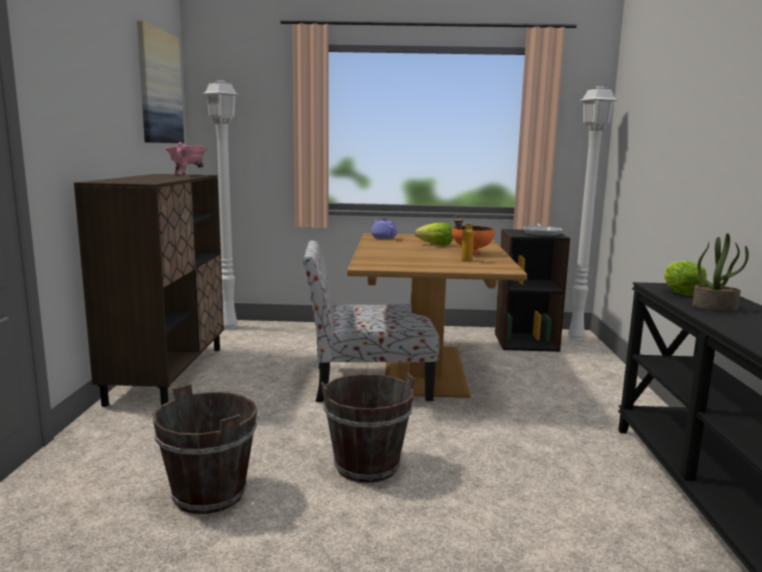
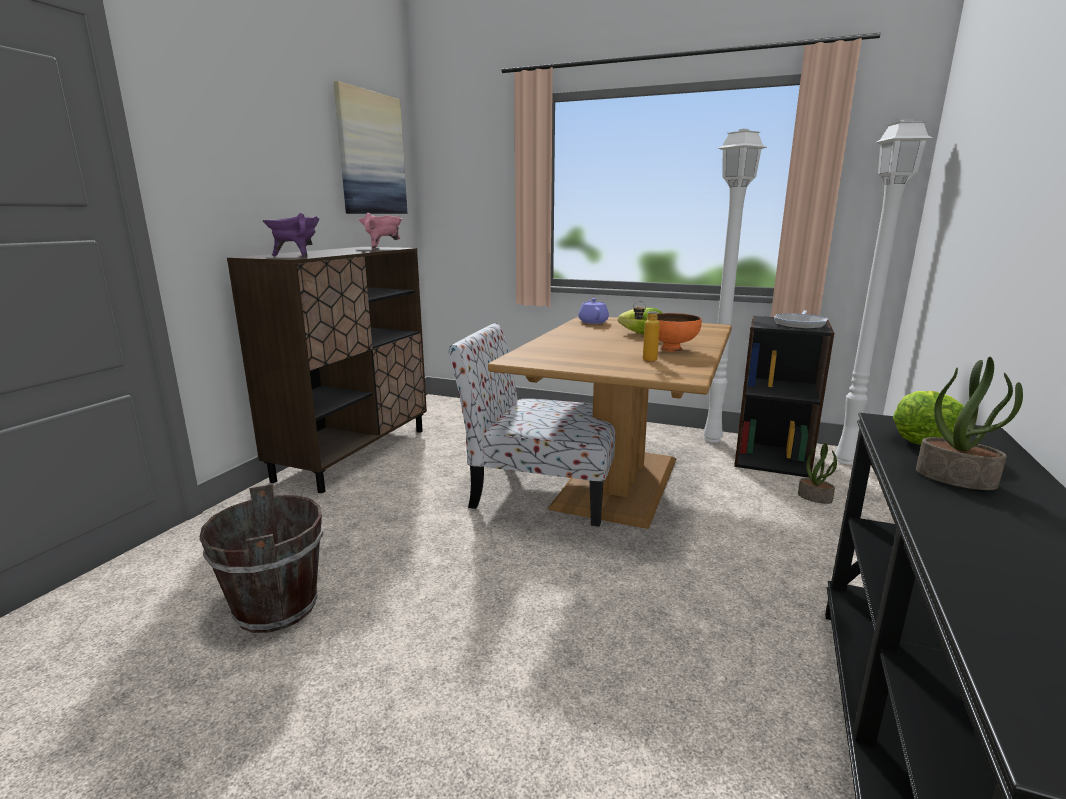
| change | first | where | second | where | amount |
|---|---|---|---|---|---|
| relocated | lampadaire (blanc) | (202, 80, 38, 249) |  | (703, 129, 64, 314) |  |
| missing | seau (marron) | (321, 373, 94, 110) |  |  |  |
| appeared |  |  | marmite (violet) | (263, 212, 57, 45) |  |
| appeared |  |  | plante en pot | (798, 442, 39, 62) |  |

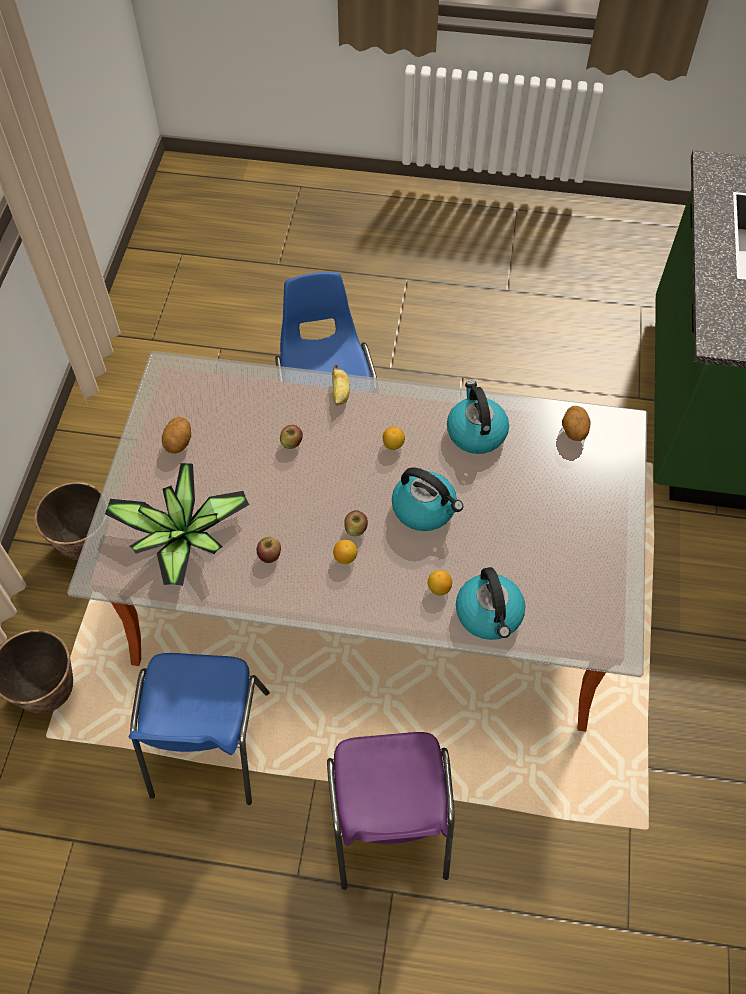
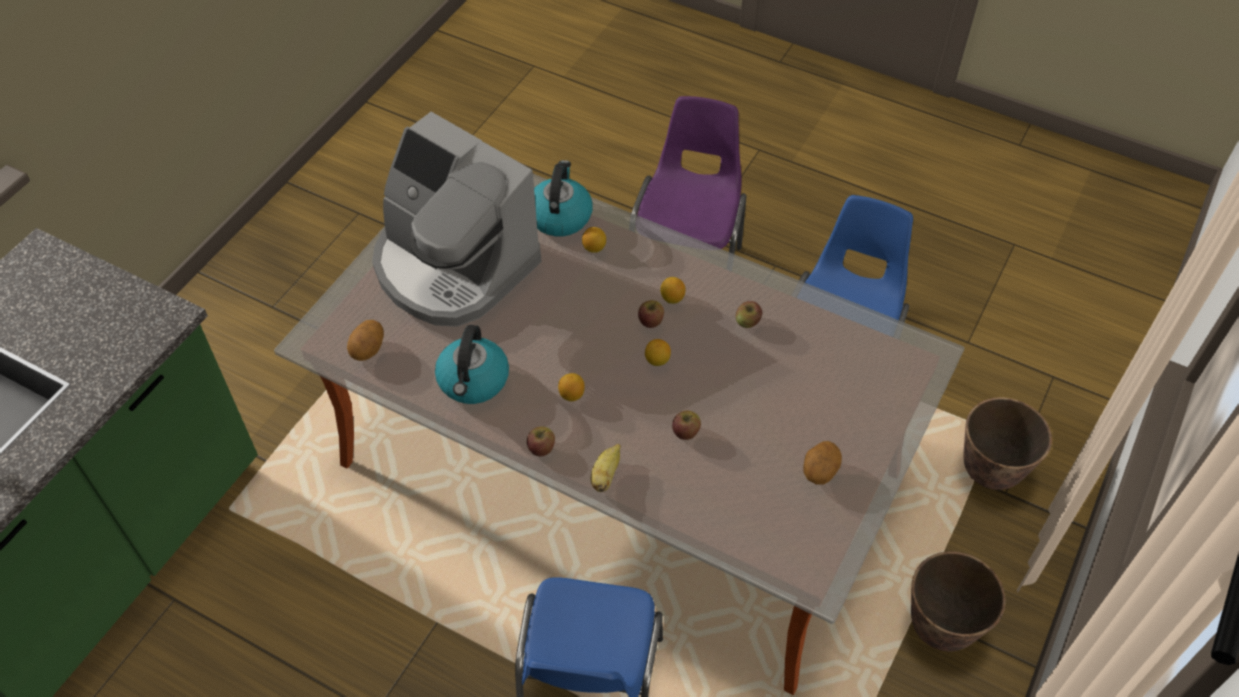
| change | first | where | second | where | amount |
|---|---|---|---|---|---|
| missing | plante en pot | (105, 463, 144, 123) |  |  |  |
| missing | bouilloire | (392, 467, 71, 64) |  |  |  |
| appeared |  |  | machine à café | (372, 112, 170, 215) |  |
| appeared |  |  | citron | (645, 339, 26, 27) |  |
| appeared |  |  | pomme | (527, 426, 28, 30) |  |

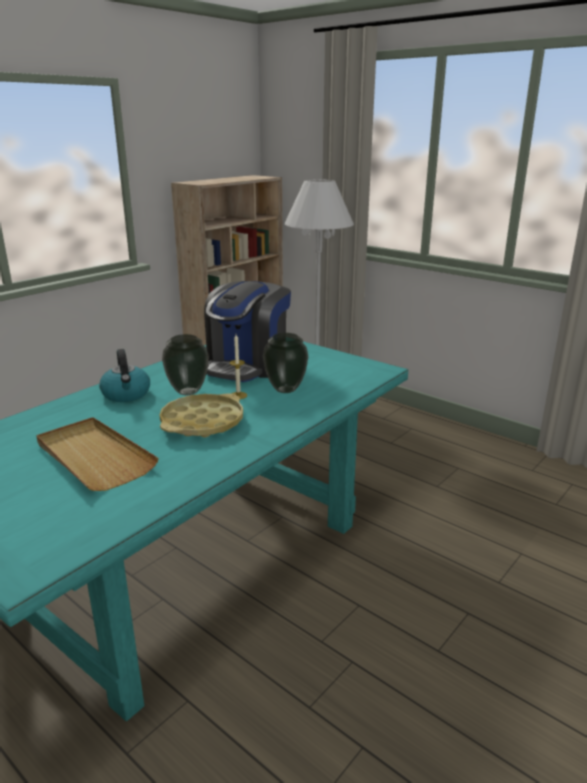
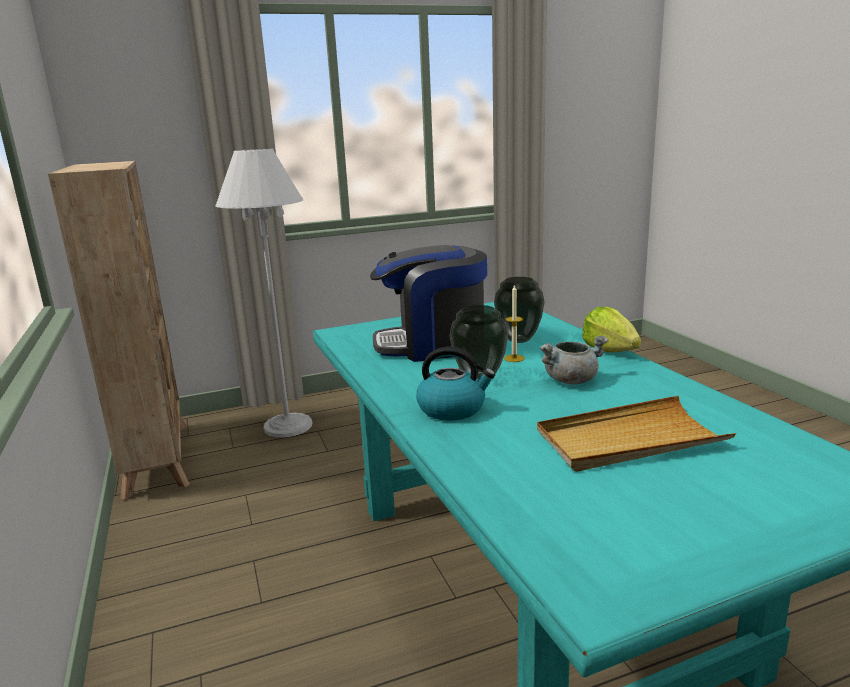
| change | first | where | second | where | amount |
|---|---|---|---|---|---|
| spun | machine à café | (204, 281, 87, 101) |  | (370, 245, 117, 117) | 120 degrees clockwise |
| exchanged | plateau (jaune) | (159, 393, 84, 44) | marmite (gris) | (540, 336, 68, 49) |  |
| appeared |  |  | laitue | (582, 307, 59, 45) |  |

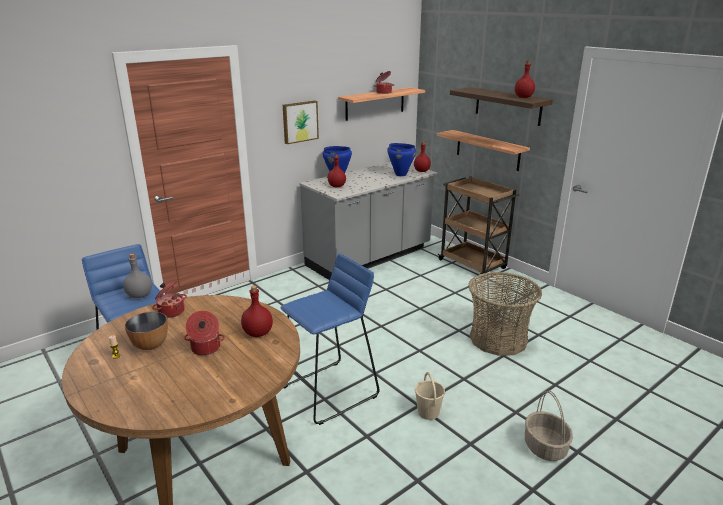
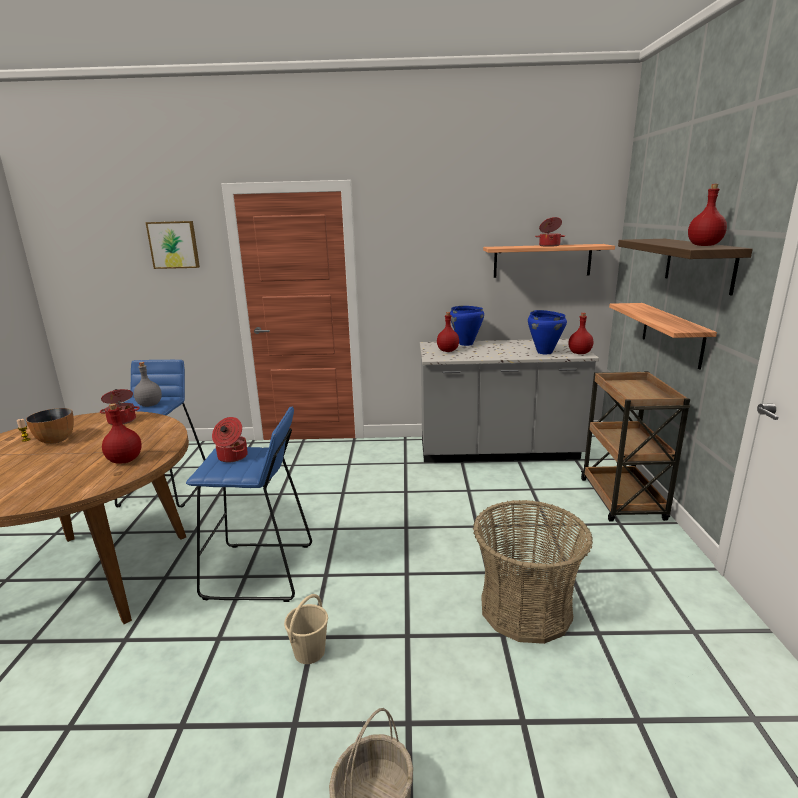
| change | first | where | second | where | amount |
|---|---|---|---|---|---|
| relocated | tableau | (283, 101, 36, 43) |  | (146, 221, 54, 48) |  |
| relocated | marmite | (184, 311, 41, 44) |  | (212, 417, 36, 45) |  |

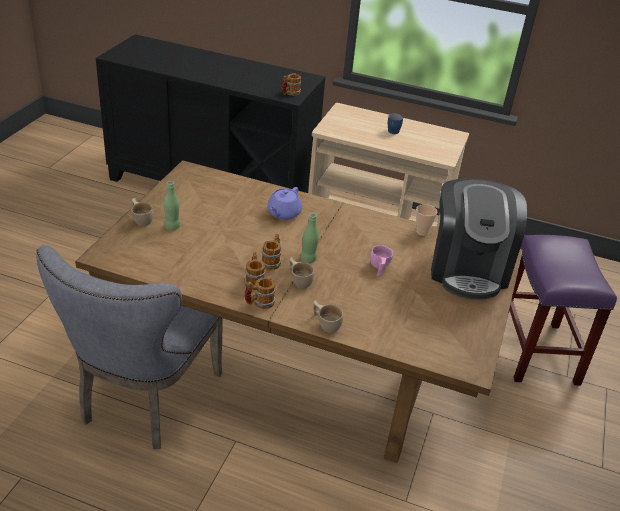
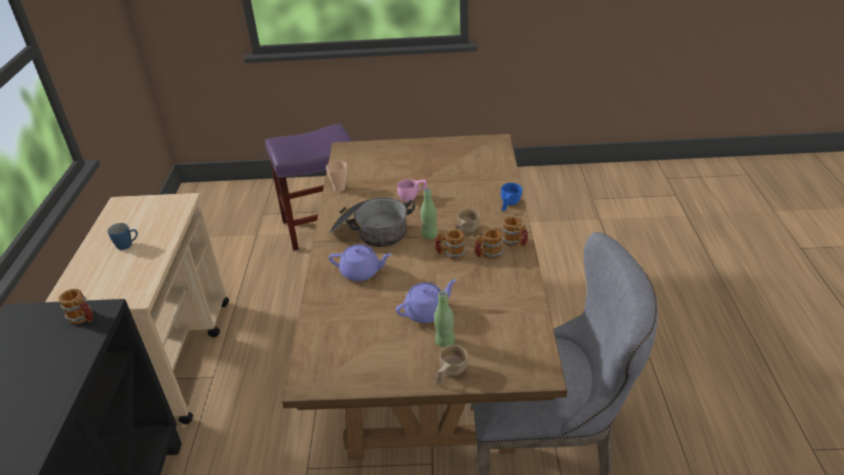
| change | first | where | second | where | amount |
|---|---|---|---|---|---|
| missing | machine à café | (431, 178, 96, 122) |  |  |  |
| colour | tasse (beige) | (313, 300, 30, 33) | tasse (bleu) | (501, 183, 21, 28) |  |
| appeared |  |  | marmite | (329, 198, 86, 49) |  |
| appeared |  |  | théière (violet) | (396, 279, 61, 44) |  |

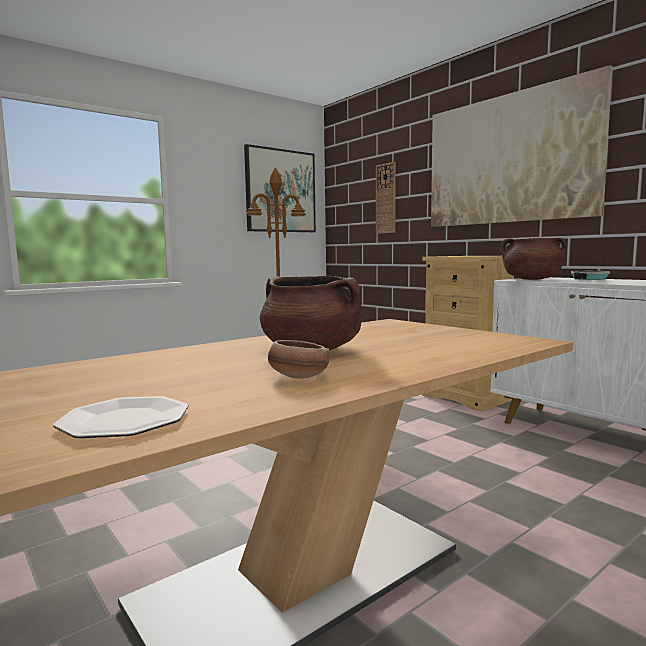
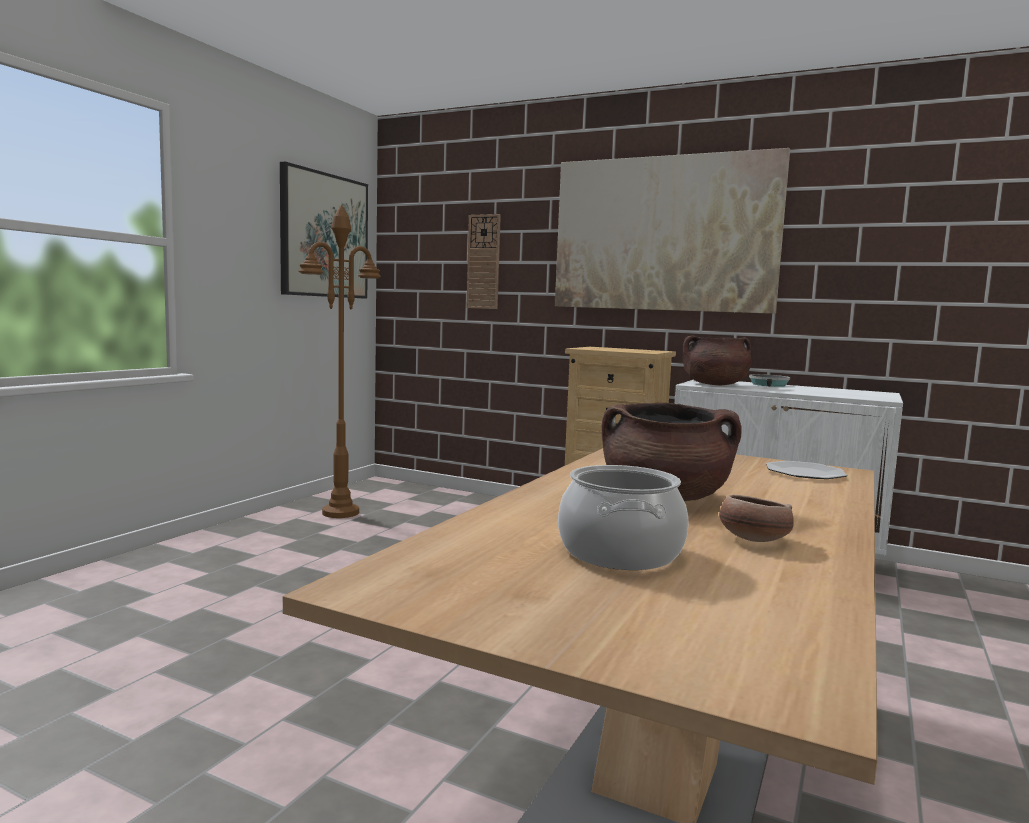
| change | first | where | second | where | amount |
|---|---|---|---|---|---|
| relocated | assiette | (53, 396, 136, 42) |  | (766, 461, 81, 18) |  |
| appeared |  |  | marmite | (558, 465, 130, 105) |  |

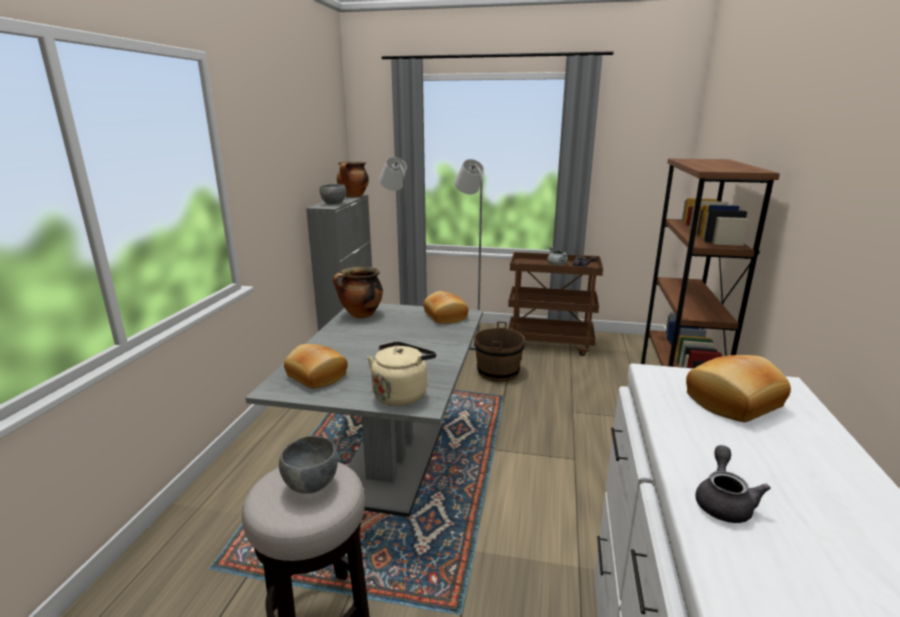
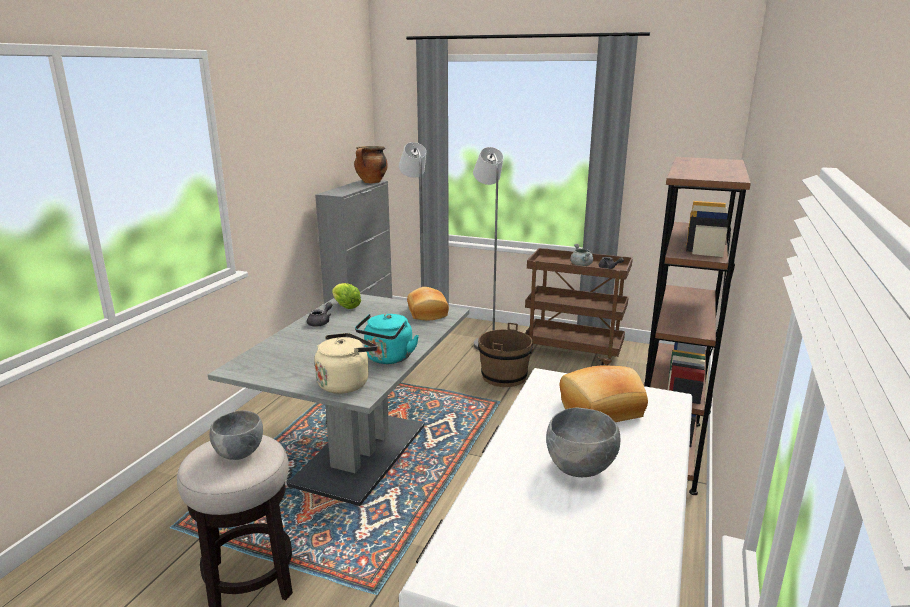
| change | first | where | second | where | amount |
|---|---|---|---|---|---|
| relocated | bol (gris) | (320, 184, 26, 20) |  | (546, 407, 74, 70) |  |
| exchanged | marmite | (333, 267, 50, 51) | laitue | (332, 283, 29, 26) |  |
| missing | pain | (284, 344, 64, 45) |  |  |  |
| relocated | théière (gris) | (695, 445, 76, 78) |  | (307, 302, 25, 25) |  |
| appeared |  |  | bouilloire (turquoise) | (355, 314, 64, 50) |  |

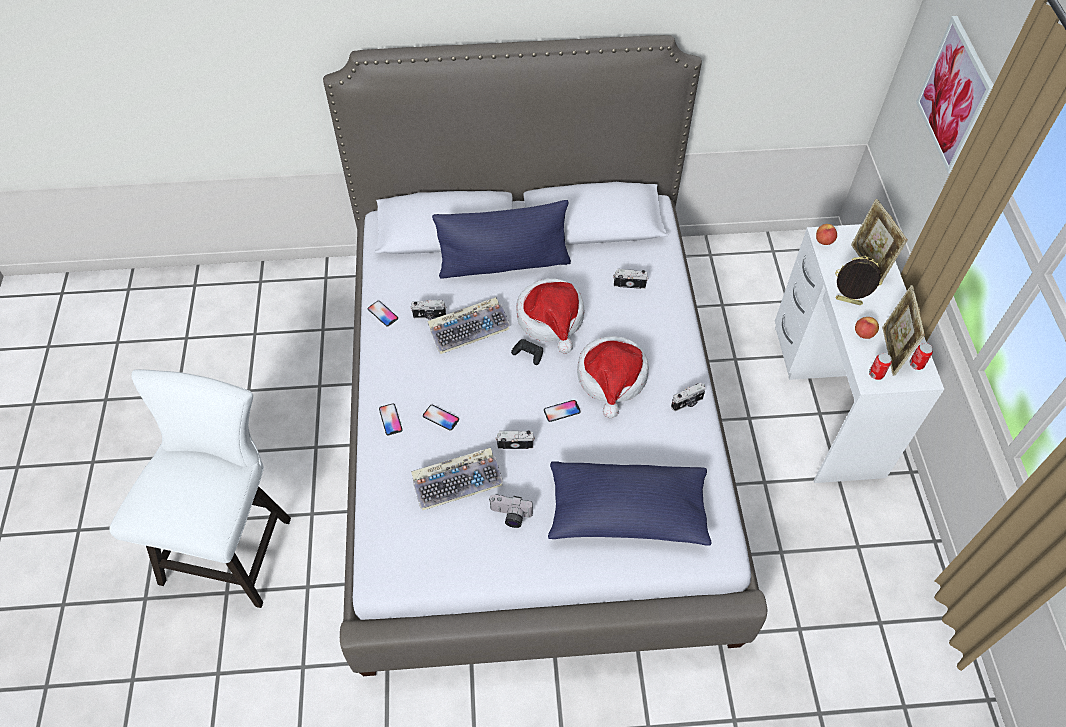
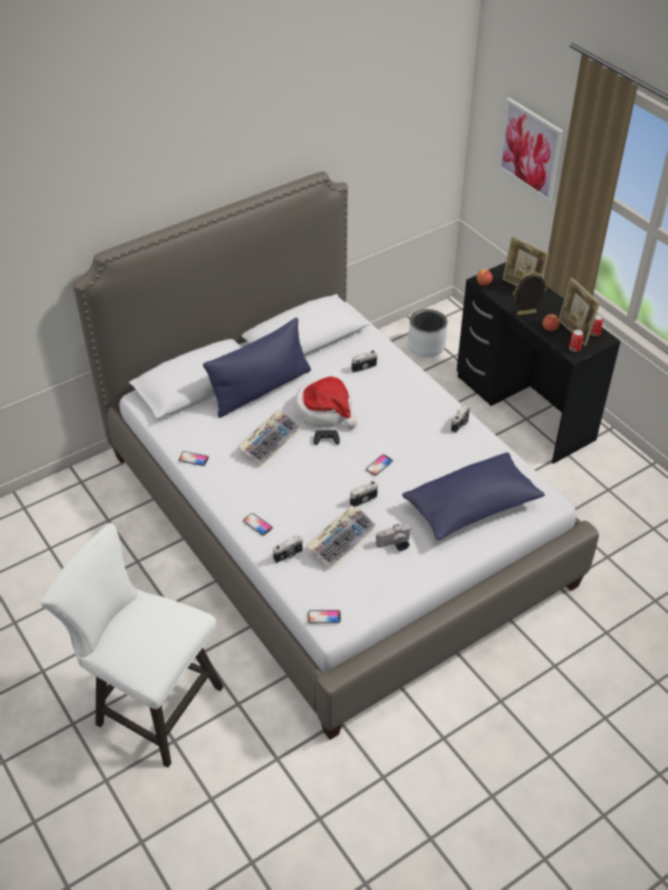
| change | first | where | second | where | amount |
|---|---|---|---|---|---|
| colour | bureau (blanc) | (775, 224, 169, 259) | bureau (noir) | (457, 262, 164, 202) |  |
| relocated | appareil photo | (411, 300, 35, 20) |  | (273, 535, 30, 28) |  |
| missing | chapeau | (577, 336, 72, 82) |  |  |  |
| spun | chaise (blanc) | (109, 369, 182, 239) |  | (41, 523, 182, 245) | 45 degrees counterclockwise |
| relocated | téléphone | (423, 405, 36, 26) |  | (308, 610, 33, 13) |  |
| appeared |  |  | cache-pot (gris) | (408, 309, 39, 48) |  |

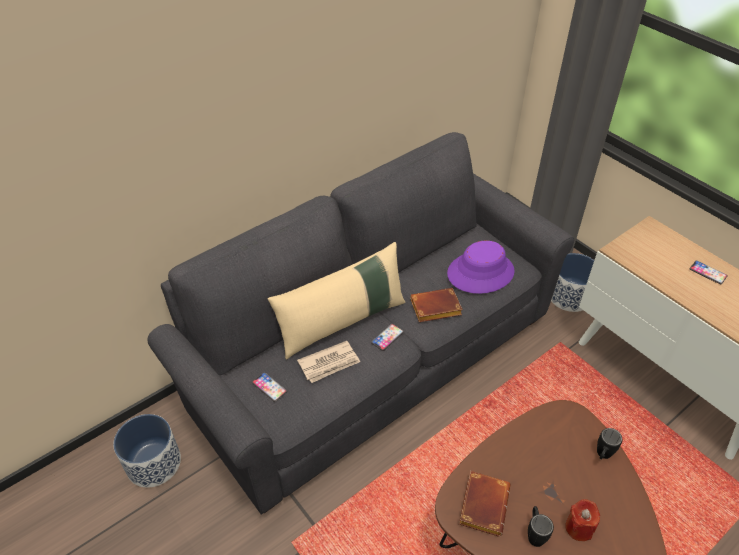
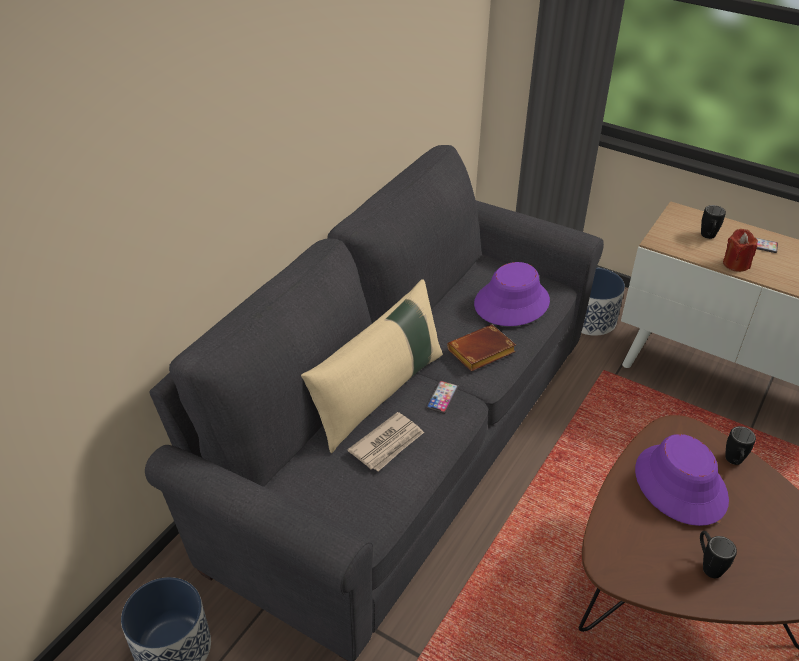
| change | first | where | second | where | amount |
|---|---|---|---|---|---|
| missing | téléphone | (252, 372, 35, 30) |  |  |  |
| missing | livre (marron) | (459, 471, 52, 66) |  |  |  |
| relocated | bougie (rouge) | (565, 499, 35, 42) |  | (723, 229, 35, 43) |  |
| appeared |  |  | mug (noir) | (701, 205, 25, 34) |  |
| appeared |  |  | chapeau (violet) | (635, 434, 94, 92) |  |

